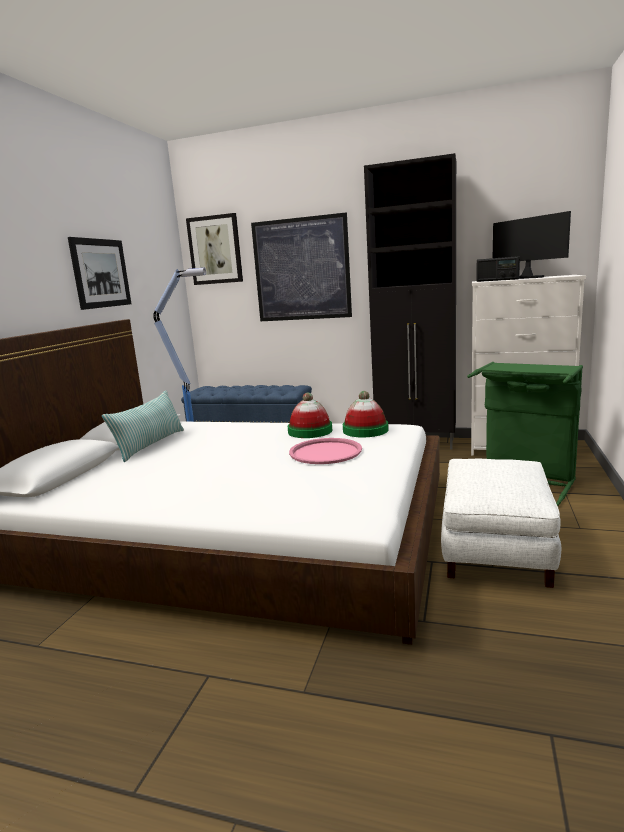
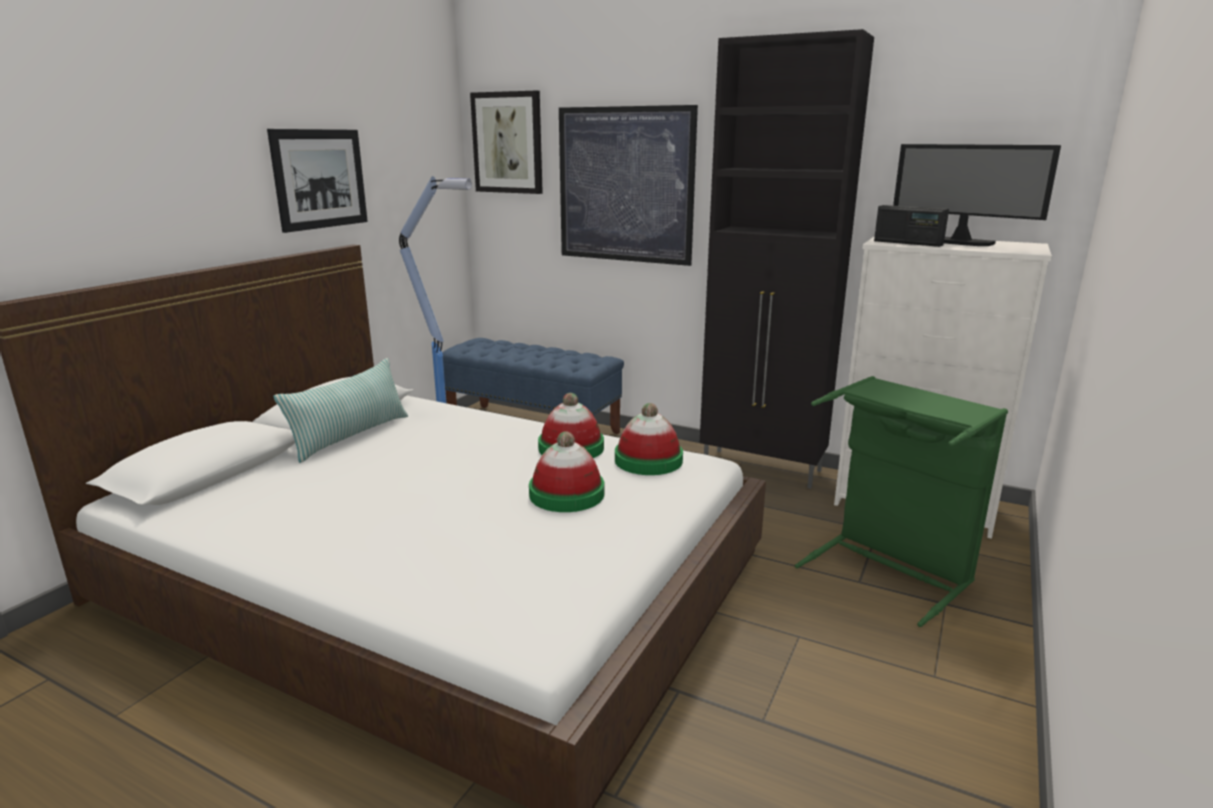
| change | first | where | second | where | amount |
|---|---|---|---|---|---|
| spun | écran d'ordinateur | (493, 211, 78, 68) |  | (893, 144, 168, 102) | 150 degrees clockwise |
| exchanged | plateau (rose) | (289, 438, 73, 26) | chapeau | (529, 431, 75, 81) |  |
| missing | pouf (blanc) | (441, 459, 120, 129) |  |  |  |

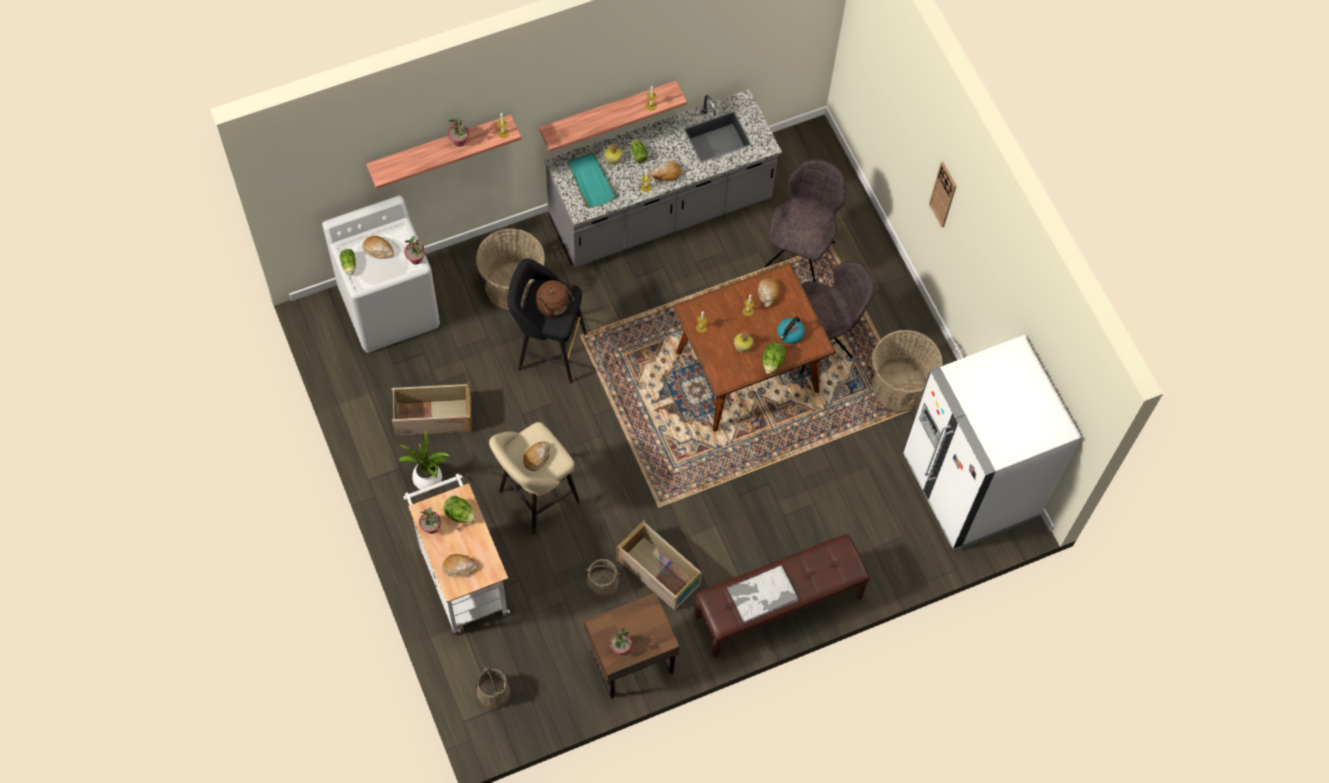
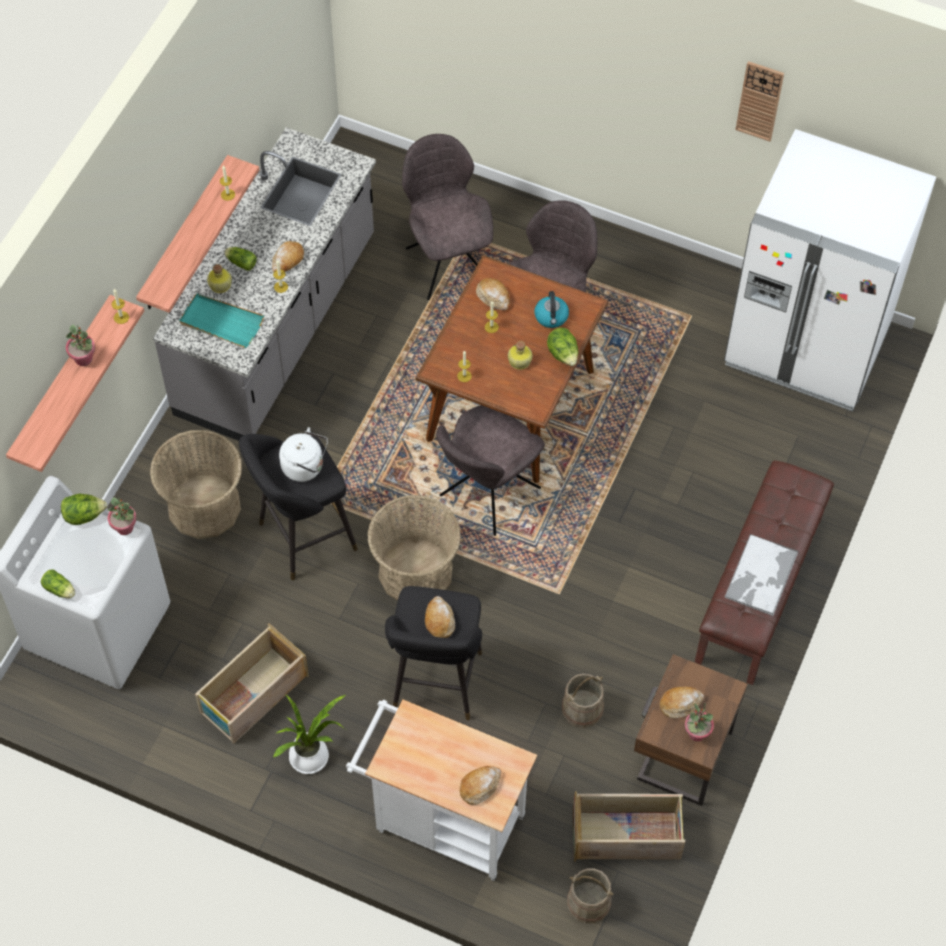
| change | first | where | second | where | amount |
|---|---|---|---|---|---|
| relocated | horloge murale | (929, 162, 27, 65) |  | (735, 61, 49, 81) |  |
| relocated | pain | (362, 236, 32, 23) |  | (660, 687, 44, 31) |  |
| colour | bouilloire (marron) | (536, 280, 38, 37) | bouilloire (blanc) | (279, 427, 49, 55) |  |
| relocated | panier | (871, 330, 72, 82) |  | (367, 495, 94, 105) |  |
| colour | tabouret (beige) | (489, 422, 91, 112) | tabouret (noir) | (385, 586, 97, 134) |  |
| relocated | laitue | (443, 496, 33, 27) |  | (61, 493, 46, 32) |  |
| missing | plante en pot | (419, 507, 22, 27) |  |  |  |
| relocated | caisse | (616, 520, 86, 91) |  | (573, 791, 112, 70) |  |
| appeared |  |  | chaise (gris) | (436, 405, 109, 131) |  |

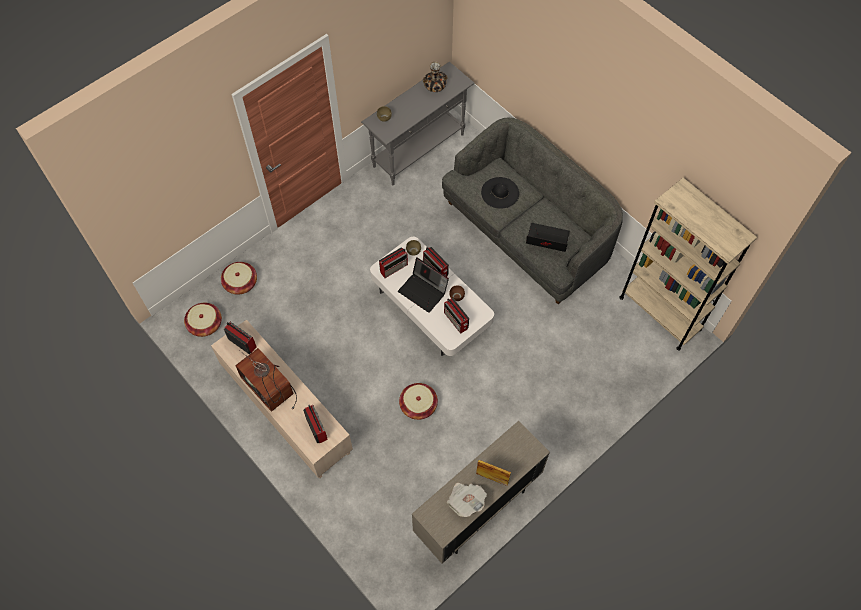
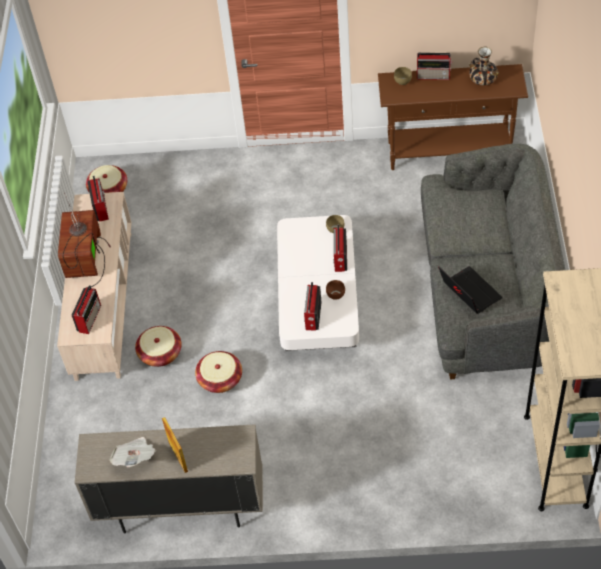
| change | first | where | second | where | amount |
|---|---|---|---|---|---|
| colour | table console (gris) | (361, 62, 114, 123) | table console (marron) | (378, 64, 150, 106) |  |
| missing | chapeau (noir) | (481, 177, 38, 32) |  |  |  |
| relocated | radio | (379, 247, 29, 31) |  | (417, 53, 35, 27) |  |
| missing | ordinateur portable | (398, 257, 51, 56) |  |  |  |
| relocated | panier | (221, 262, 36, 32) |  | (135, 326, 47, 41) |  |

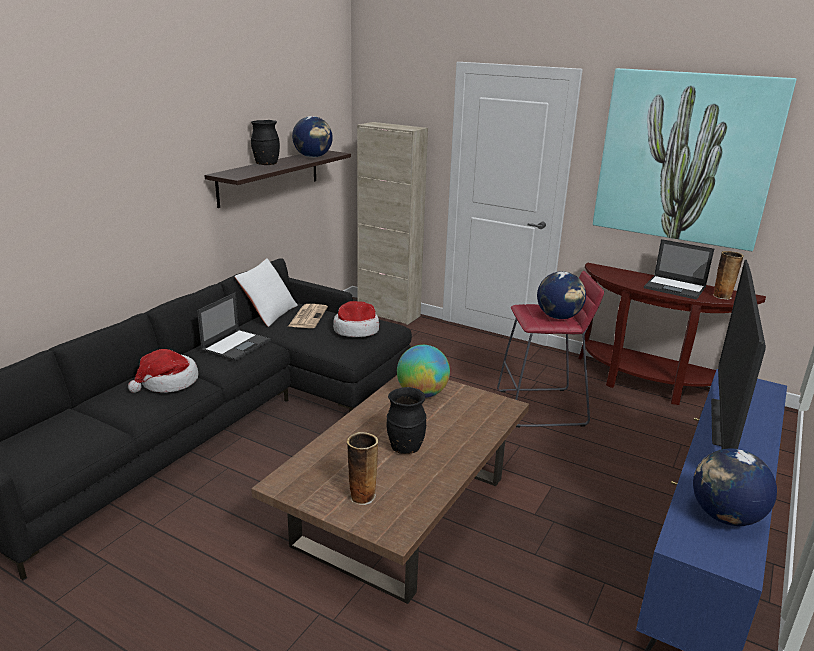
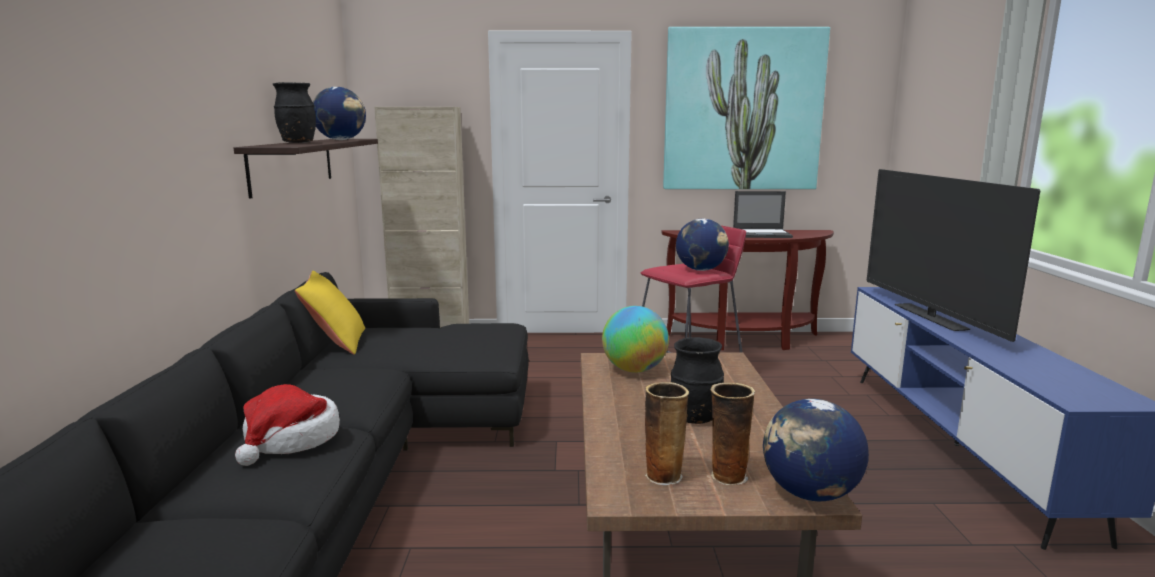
| change | first | where | second | where | amount |
|---|---|---|---|---|---|
| relocated | vase | (713, 251, 31, 49) |  | (645, 382, 44, 103) |  |
| colour | coussin (blanc) | (235, 258, 63, 69) | coussin (jaune) | (295, 271, 70, 84) |  |
| missing | ordinateur portable | (197, 292, 73, 69) |  |  |  |
| missing | chapeau | (333, 301, 46, 36) |  |  |  |
| missing | journal | (288, 304, 40, 24) |  |  |  |
| relocated | globe | (693, 448, 84, 78) |  | (763, 399, 106, 102) |  |

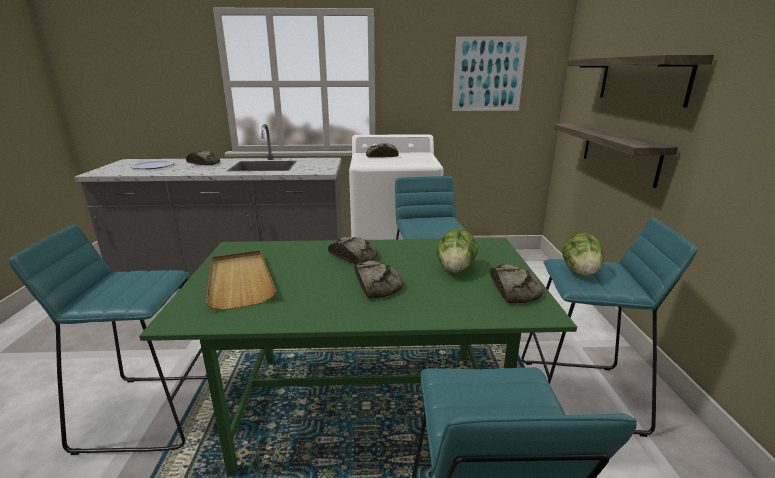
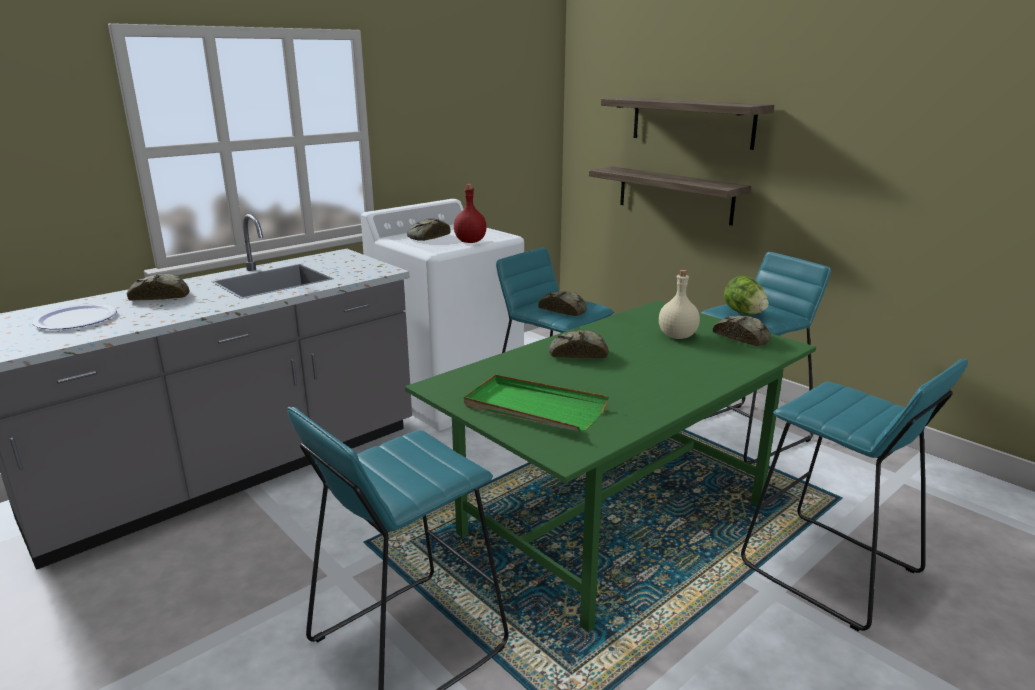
| change | first | where | second | where | amount |
|---|---|---|---|---|---|
| missing | tableau | (452, 36, 75, 75) |  |  |  |
| exchanged | laitue | (436, 228, 42, 45) | bouteille (beige) | (659, 270, 41, 69) |  |
| colour | plateau (beige) | (206, 250, 70, 60) | plateau (vert) | (464, 374, 145, 57) |  |
| relocated | pain | (354, 261, 49, 38) |  | (538, 291, 49, 25) |  |
| appeared |  |  | bouteille (rouge) | (454, 184, 33, 59) |  |

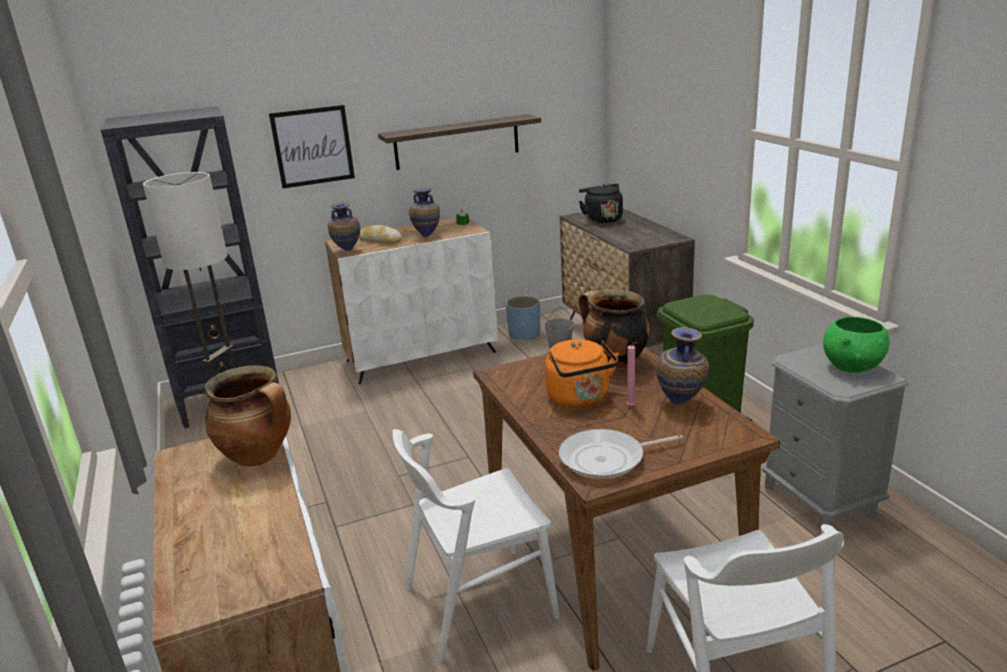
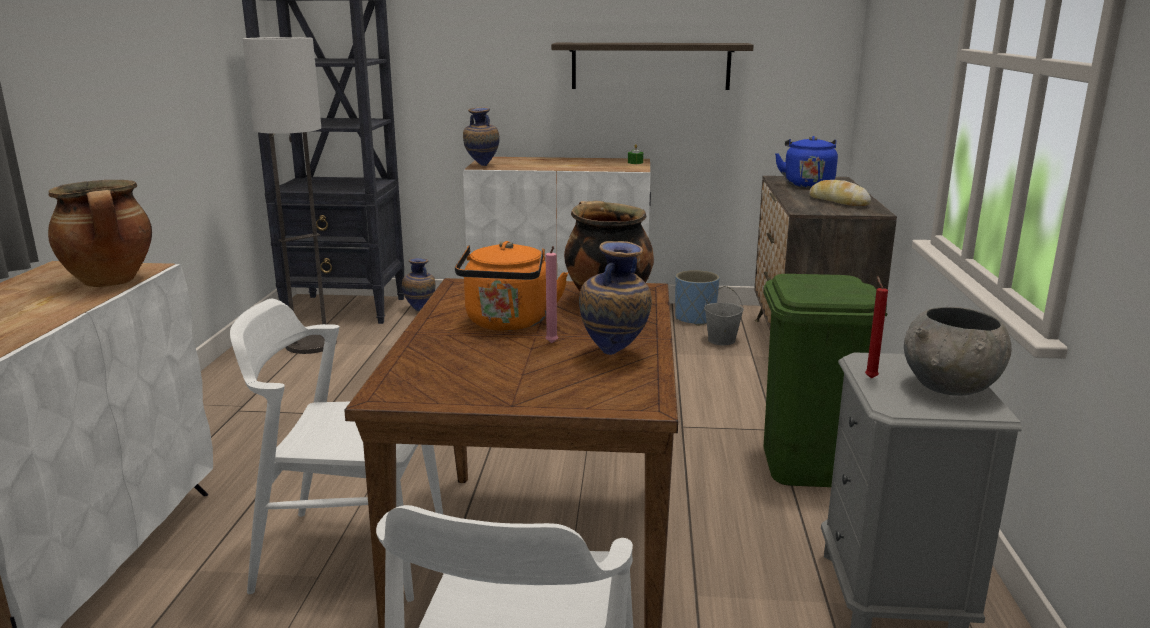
| change | first | where | second | where | amount |
|---|---|---|---|---|---|
| missing | tableau | (269, 105, 86, 84) |  |  |  |
| colour | bouilloire (noir) | (579, 184, 44, 40) | bouilloire (bleu) | (775, 136, 63, 52) |  |
| relocated | vase | (409, 188, 31, 49) |  | (402, 258, 34, 53) |  |
| relocated | pain | (359, 225, 43, 18) |  | (809, 180, 62, 26) |  |
| colour | bol (vert) | (823, 317, 67, 56) | bol (gris) | (904, 307, 108, 89) |  |
| missing | poêle | (559, 429, 124, 50) |  |  |  |
| appeared |  |  | bougie (rouge) | (865, 276, 23, 103) |  |

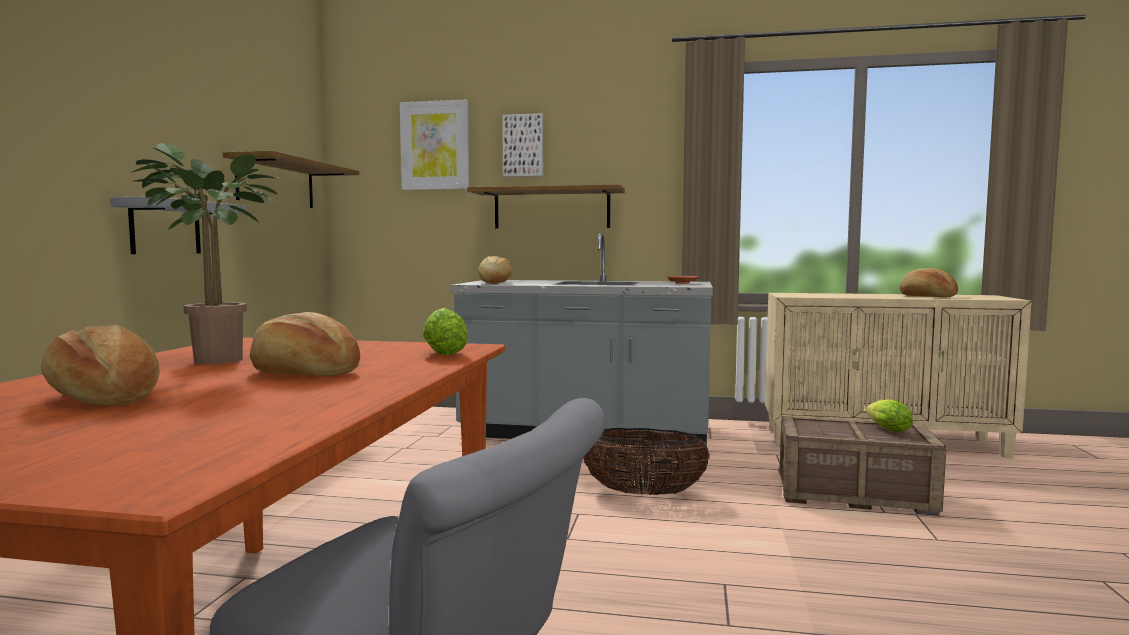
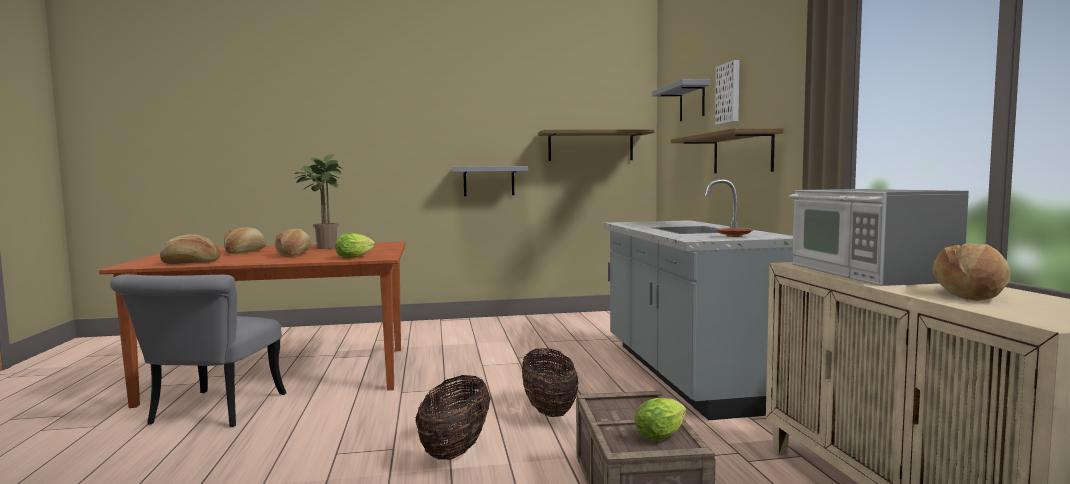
| change | first | where | second | where | amount |
|---|---|---|---|---|---|
| exchanged | tableau | (400, 100, 69, 90) | étagère (gris) | (652, 79, 58, 42) |  |
| relocated | pain | (478, 256, 34, 28) |  | (160, 234, 60, 30) |  |
| appeared |  |  | micro-ondes | (788, 189, 181, 97) |  |
| appeared |  |  | panier | (415, 375, 76, 85) |  |

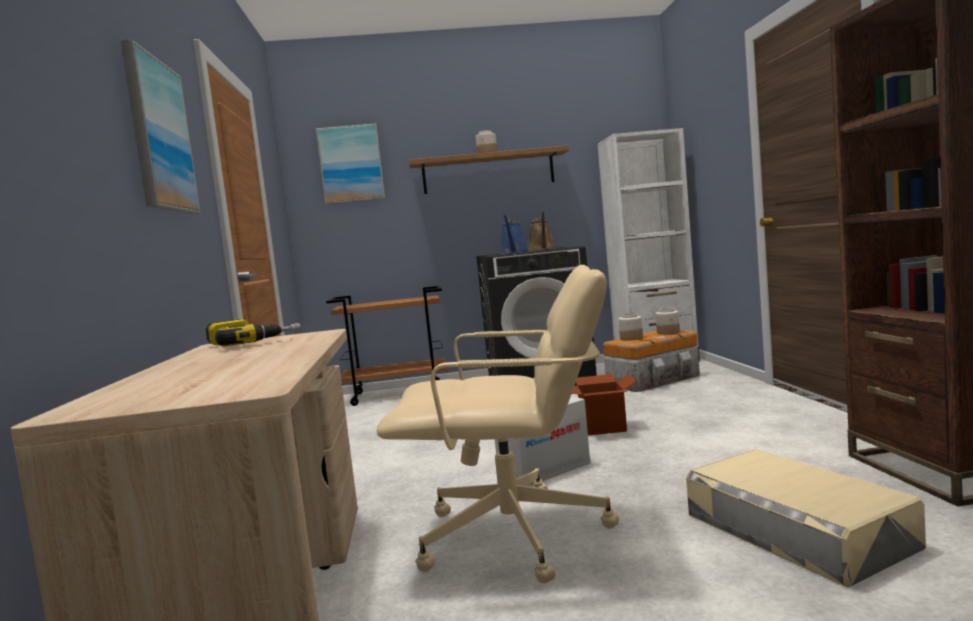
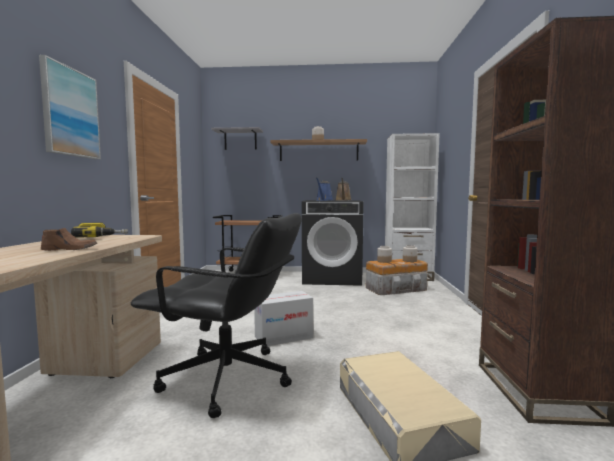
| change | first | where | second | where | amount |
|---|---|---|---|---|---|
| exchanged | tableau | (316, 123, 69, 81) | étagère (gris) | (211, 127, 52, 23) |  |
| colour | chaise de bureau (beige) | (376, 265, 243, 319) | chaise de bureau (noir) | (131, 213, 171, 205) |  |
| missing | carton | (572, 374, 64, 61) |  |  |  |
| appeared |  |  | chaussure (marron) | (41, 228, 56, 23) |  |

